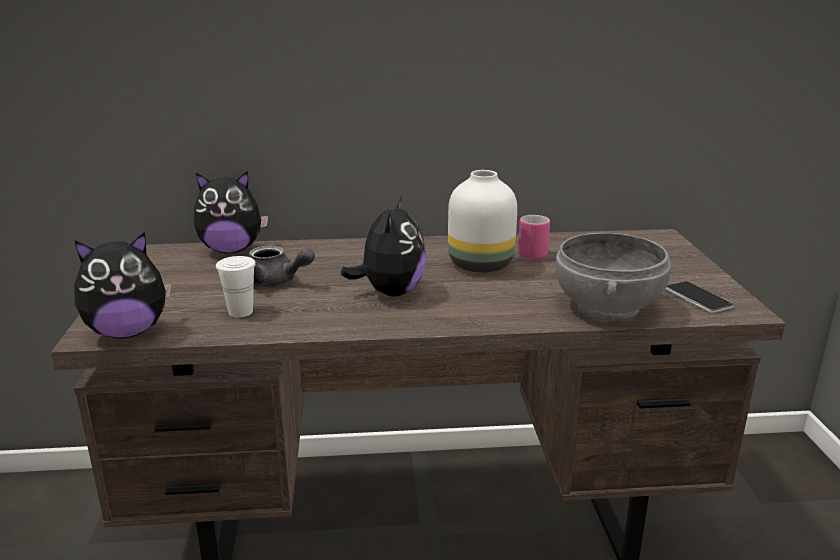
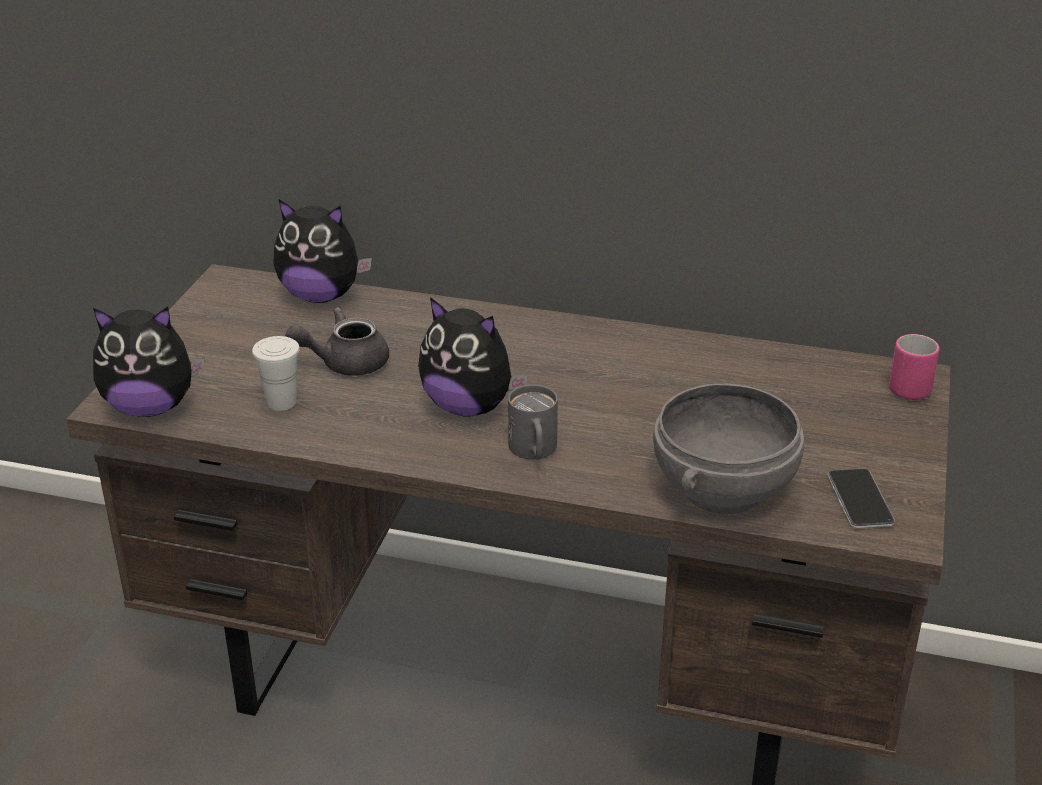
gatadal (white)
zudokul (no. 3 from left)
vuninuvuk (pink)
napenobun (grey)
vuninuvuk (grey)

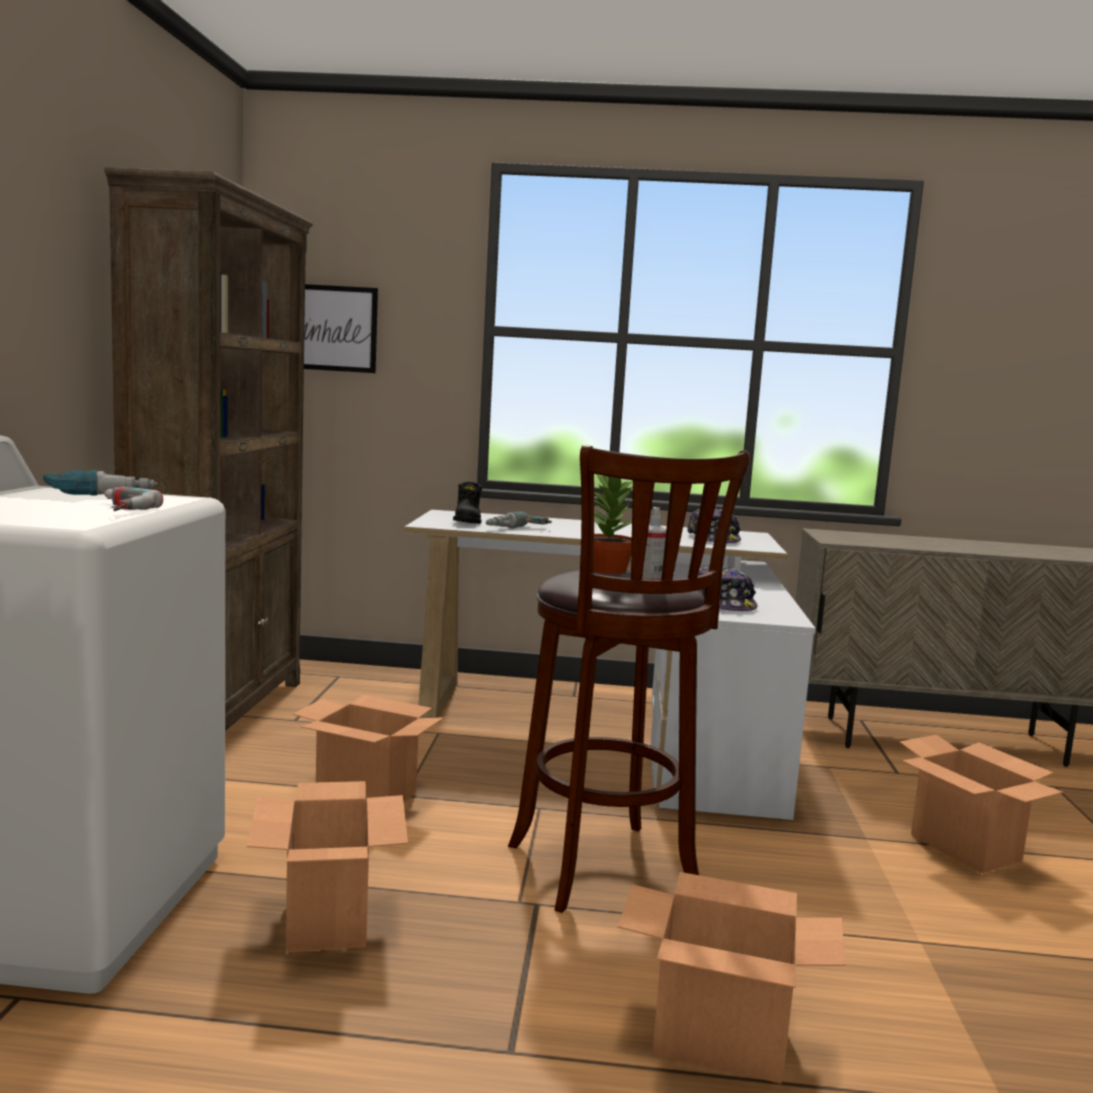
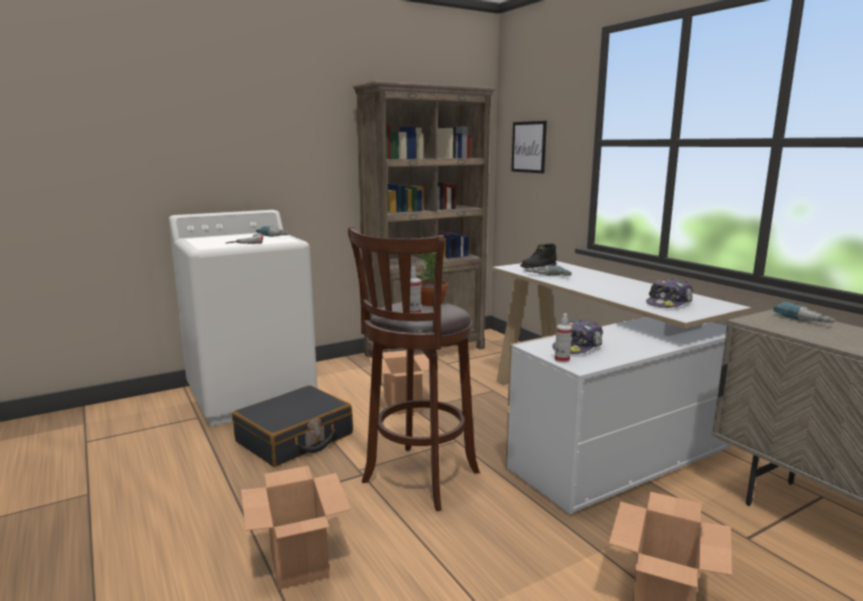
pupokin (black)
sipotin (no. 4 from left)
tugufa (no. 2 from left)

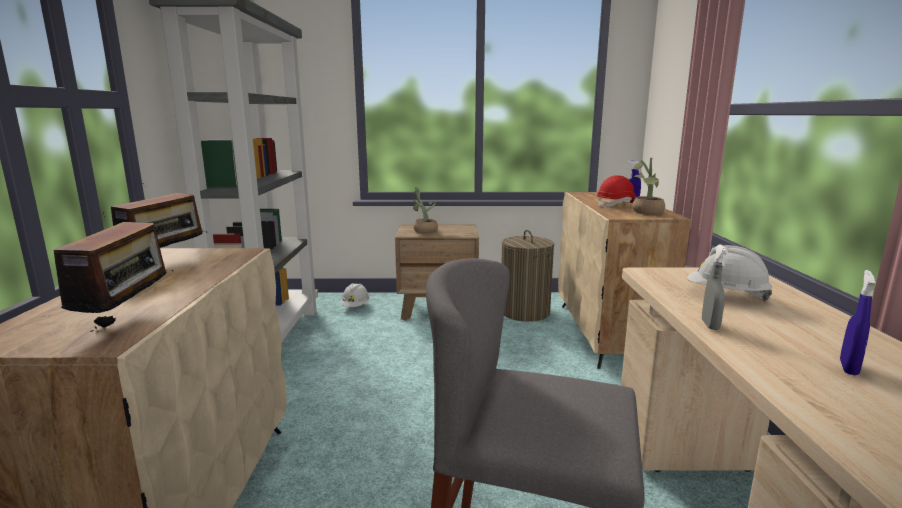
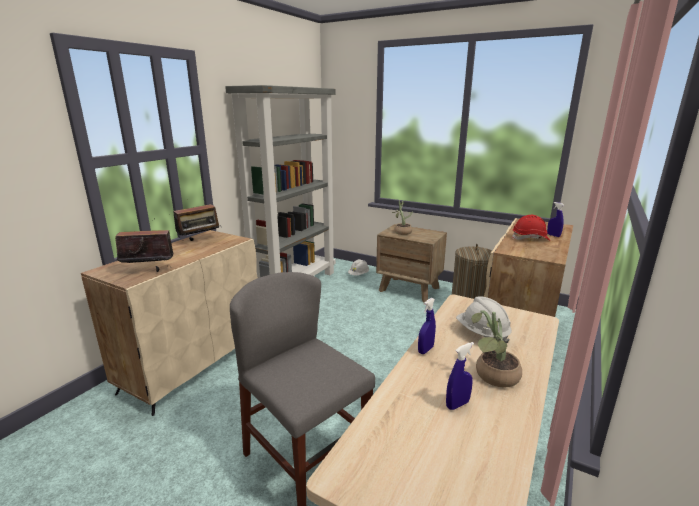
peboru (no. 2 from left)
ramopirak (no. 1 from left)
tugufa (blue) (no. 1 from left)

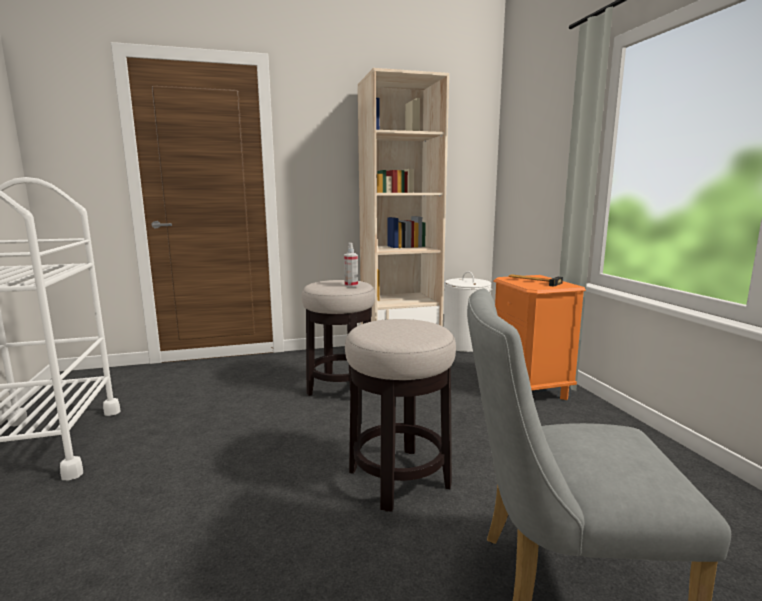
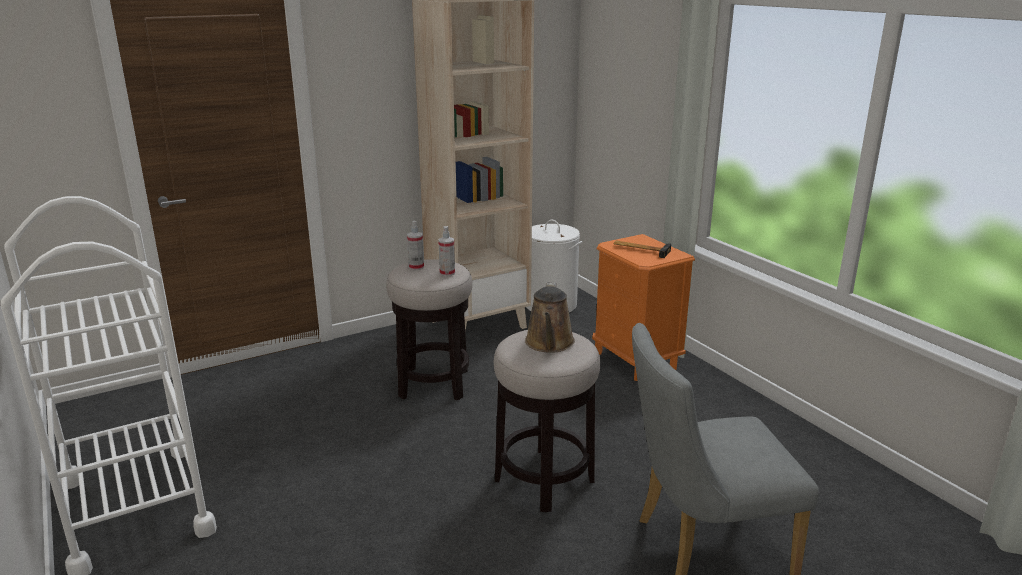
tugufa (no. 1 from left)
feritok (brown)

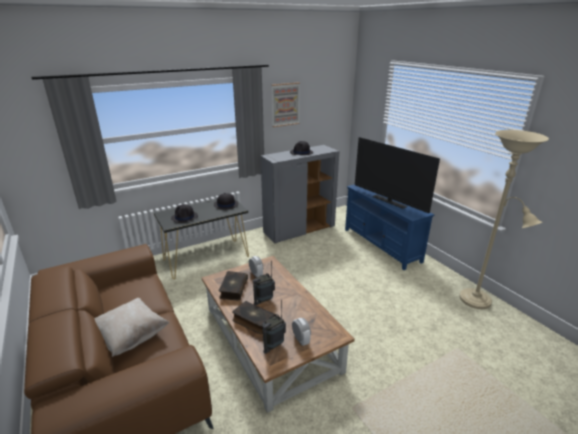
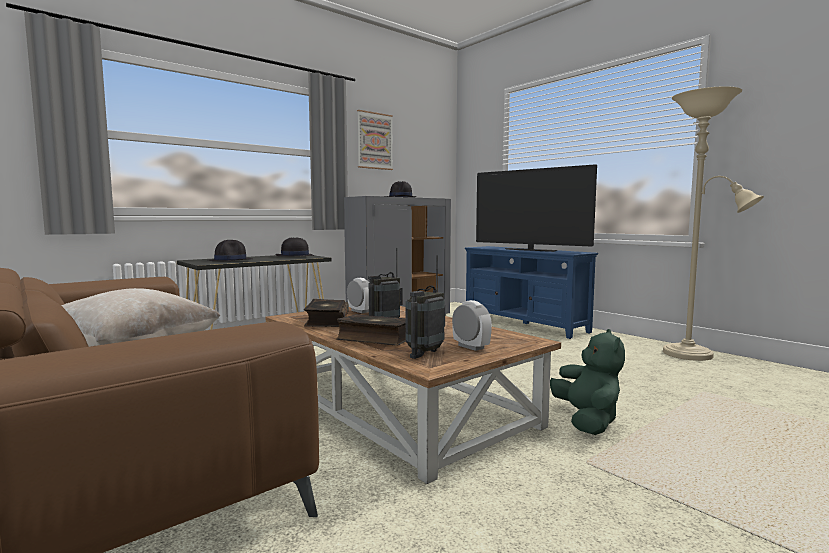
zudokul (green)

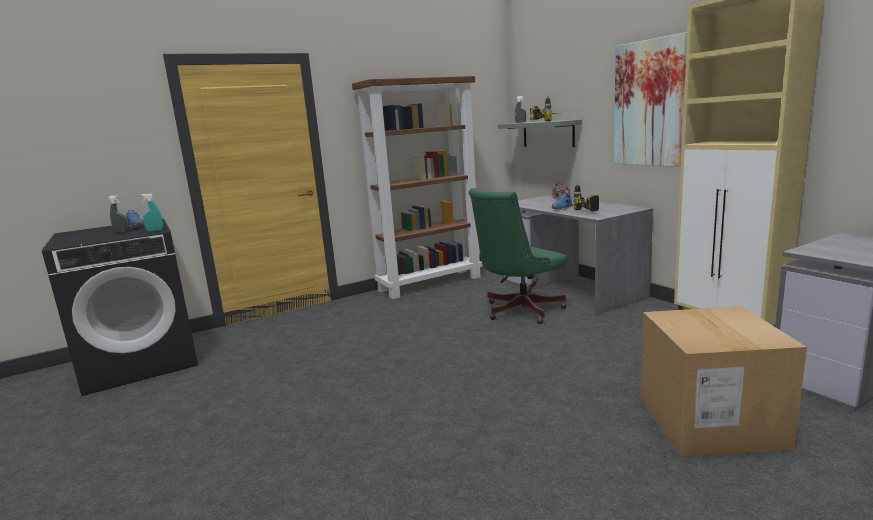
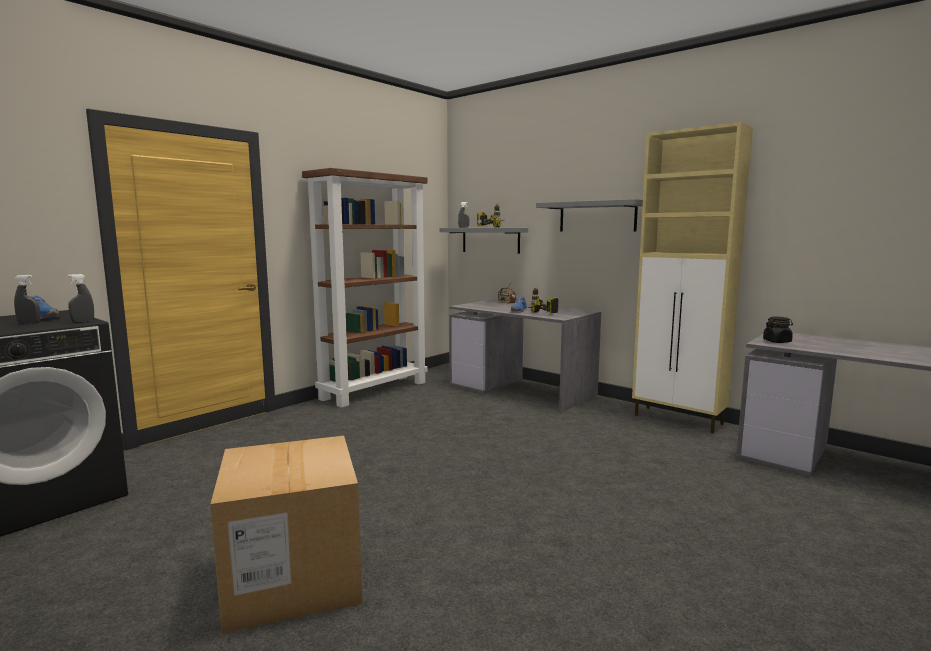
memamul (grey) (no. 2 from left)
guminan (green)
tugufa (grey) (no. 2 from left)
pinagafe
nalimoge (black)

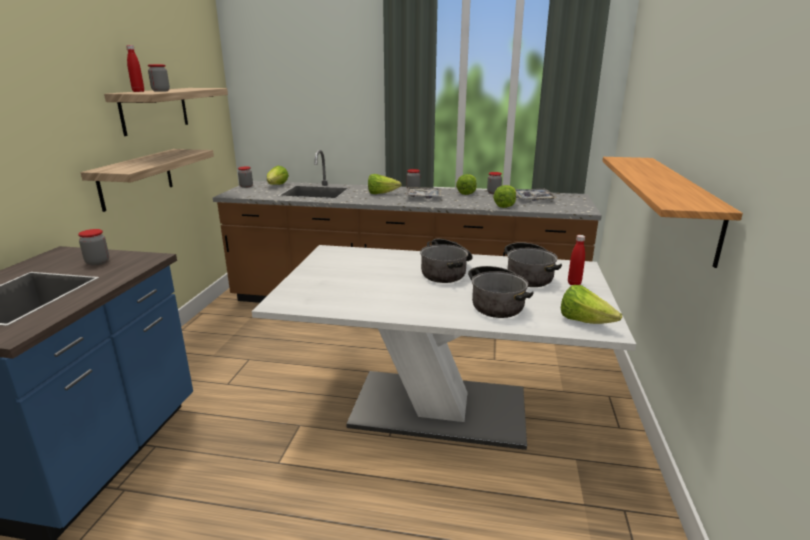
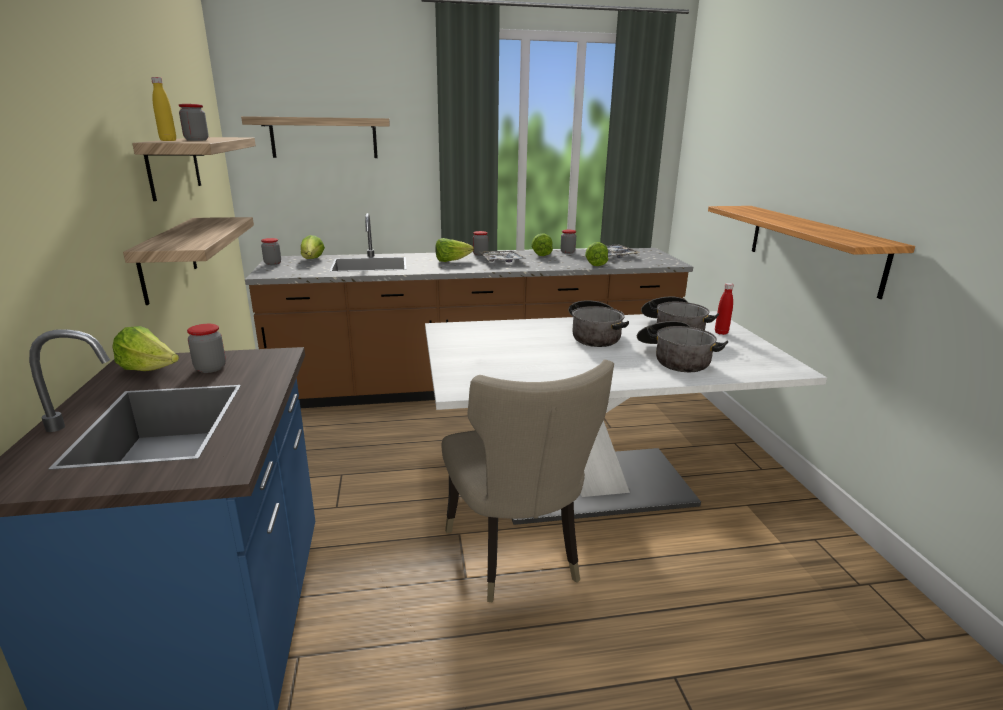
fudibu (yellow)
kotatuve (no. 1 from left)
memamul (no. 3 from left)
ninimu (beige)

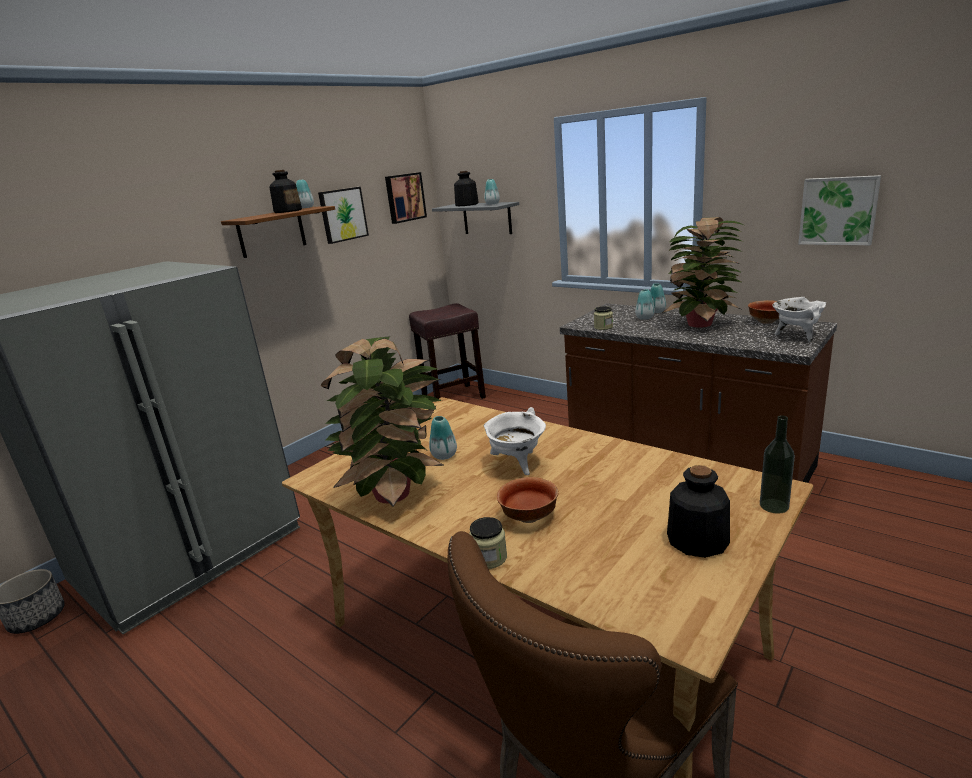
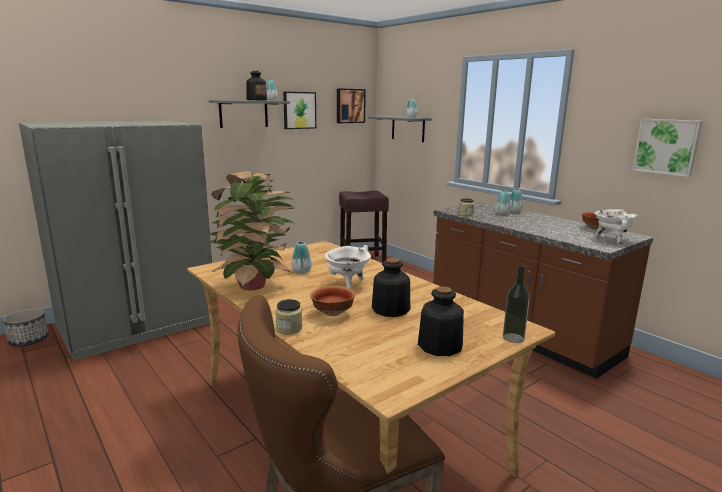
fudibu (no. 2 from left)
memamul (grey) (no. 1 from left)
peboru (no. 2 from left in the first image)

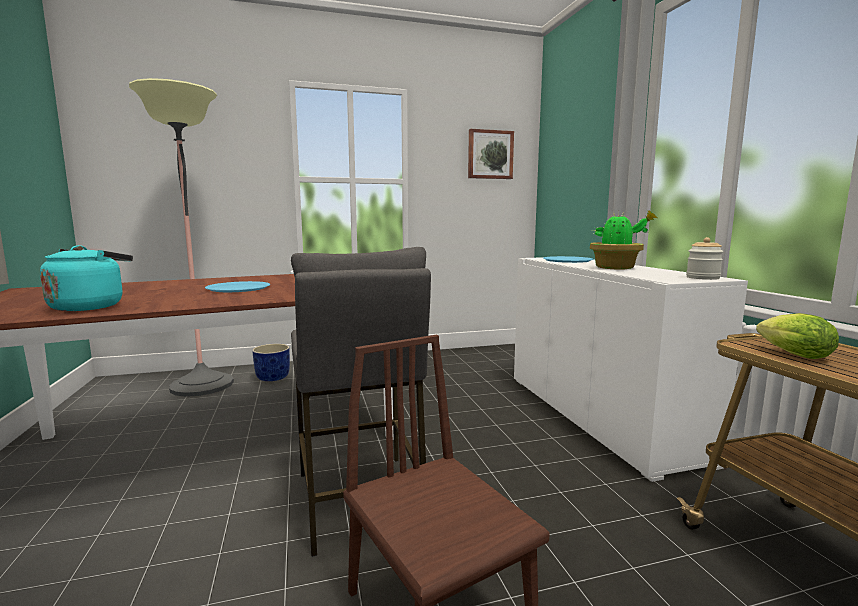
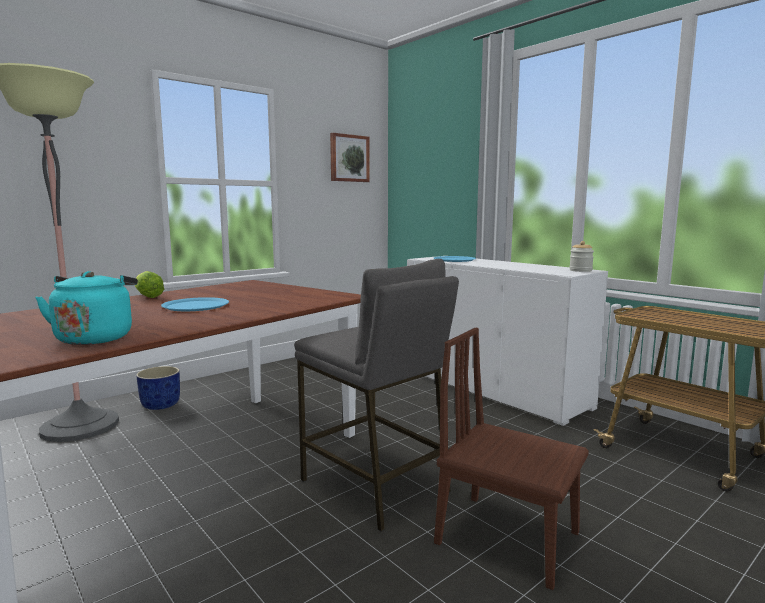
peboru
kotatuve

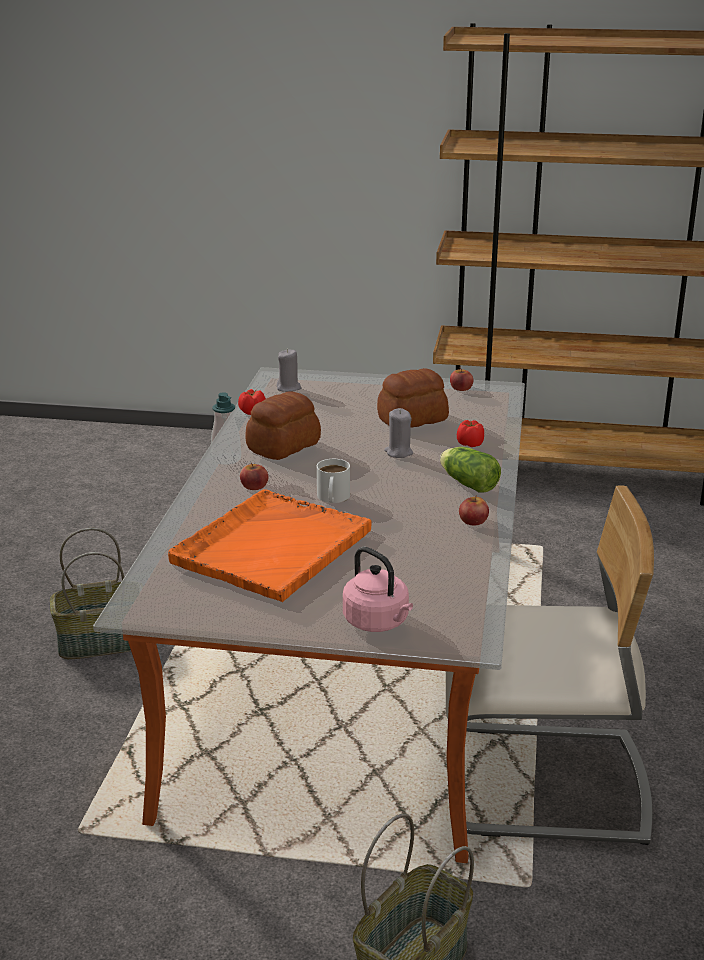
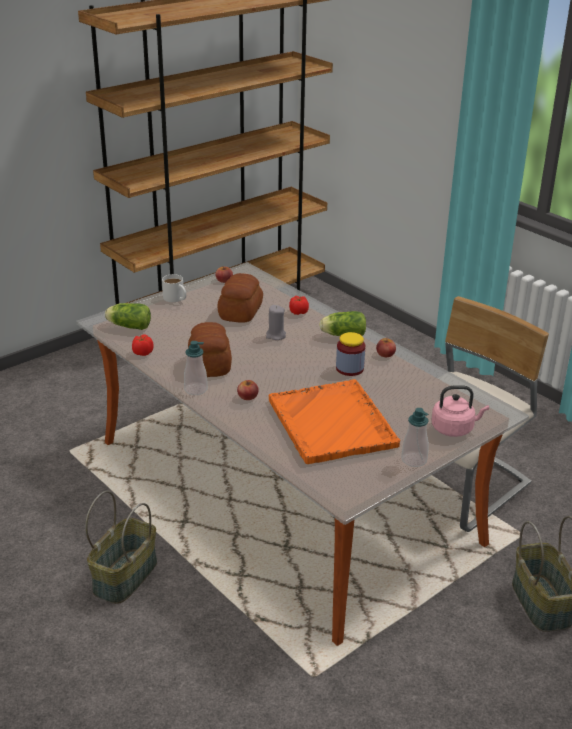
kotatuve (no. 1 from left)
vuninuvuk (white)
nalimoge
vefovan (no. 2 from left)

